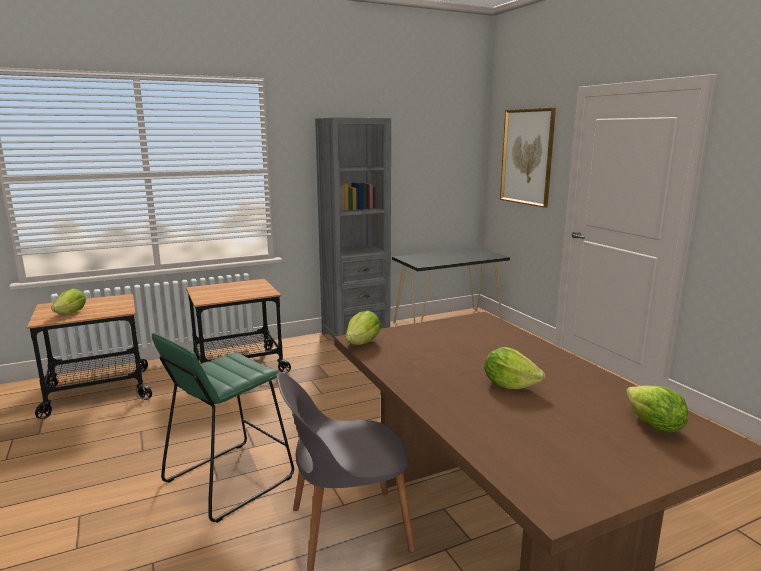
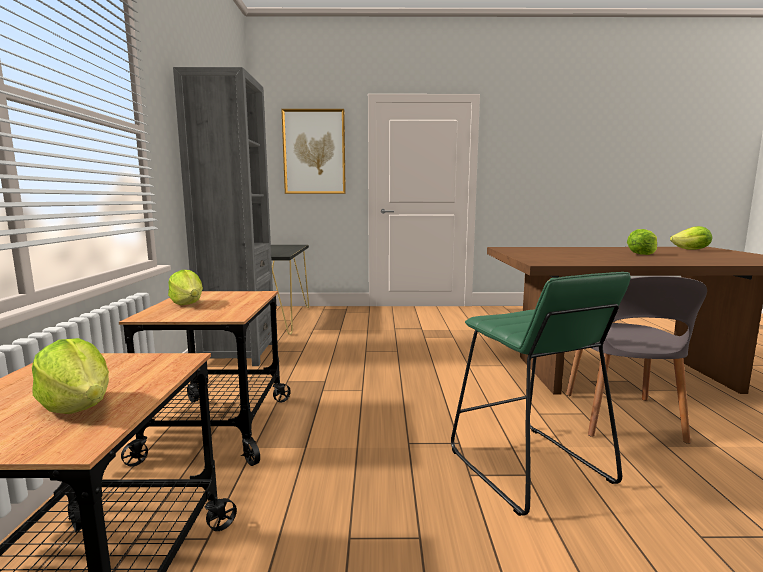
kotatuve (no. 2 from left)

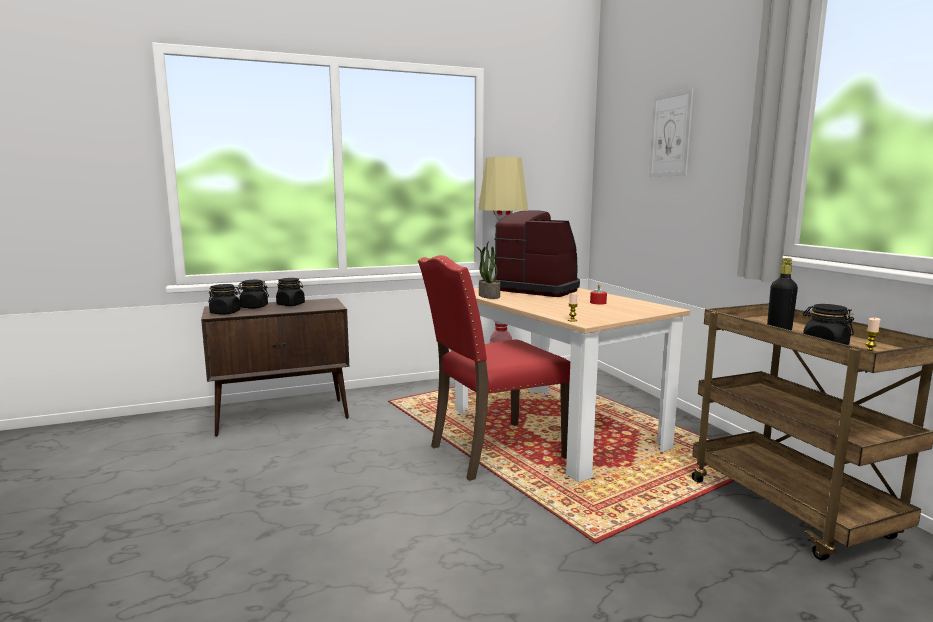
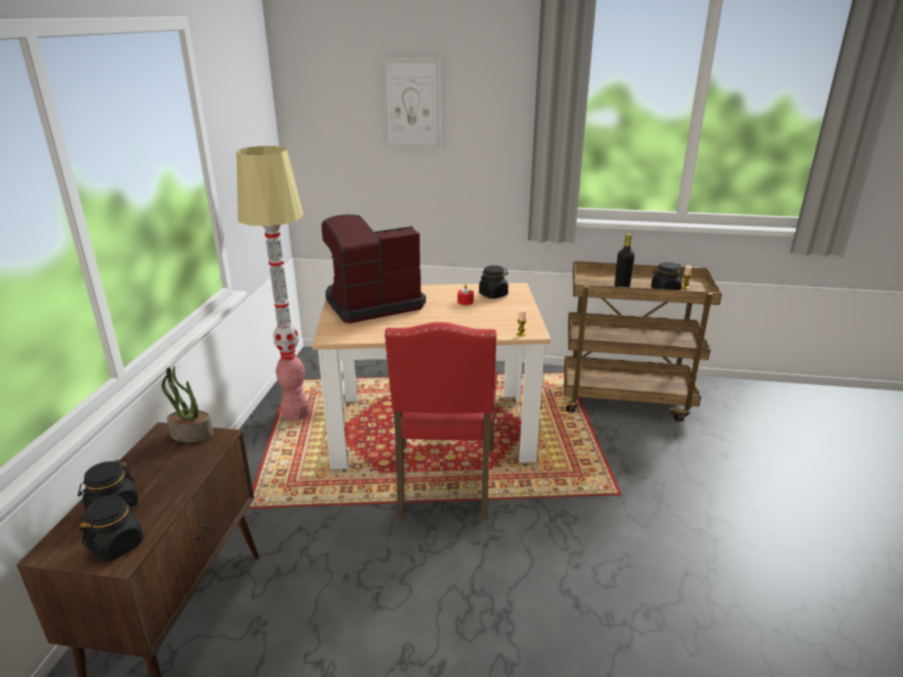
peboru
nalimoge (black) (no. 3 from left)

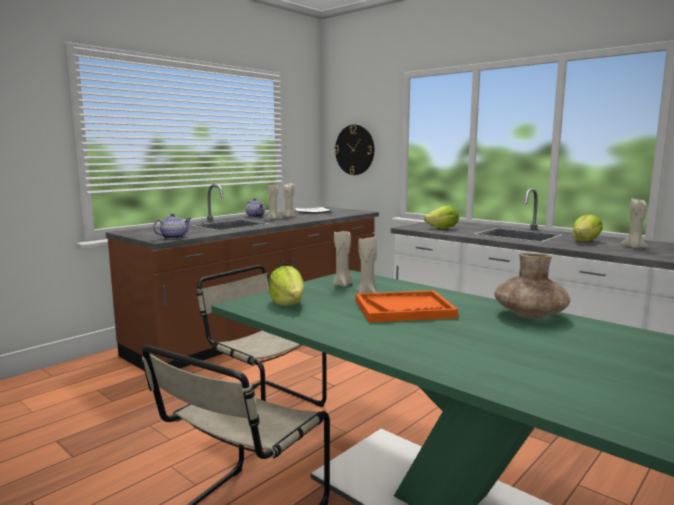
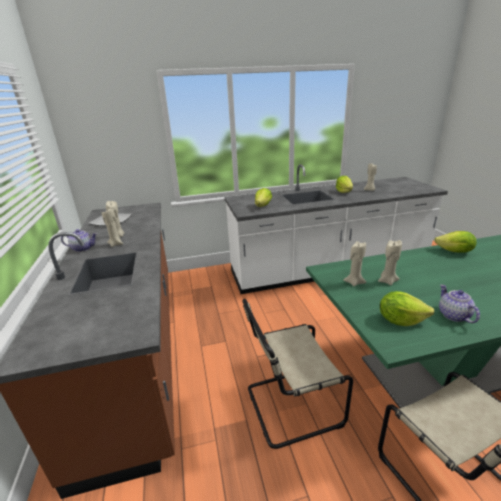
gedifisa
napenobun (no. 2 from left)
kotatuve (no. 4 from left)
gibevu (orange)

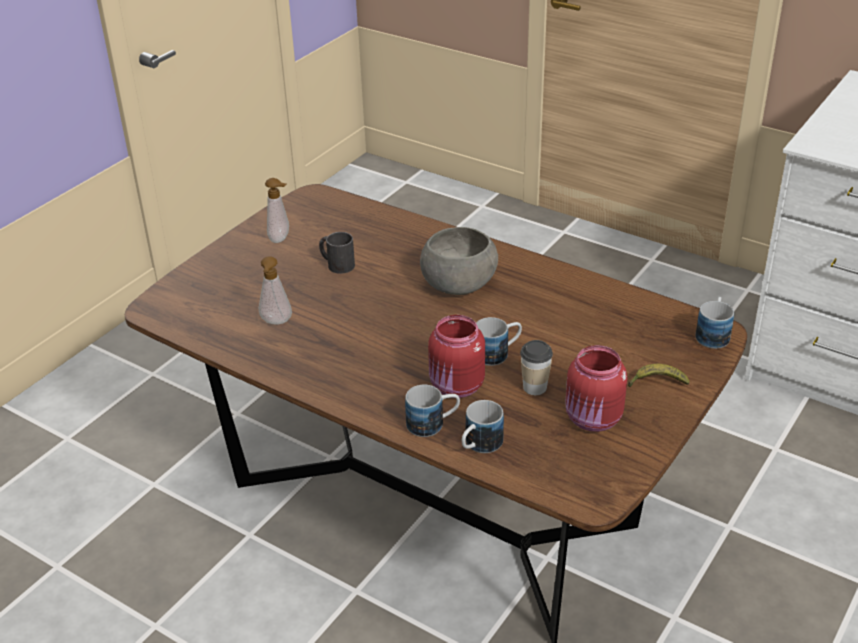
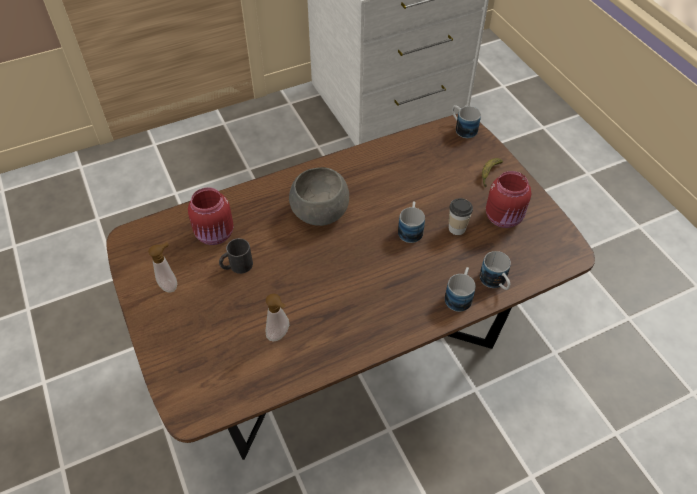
nalimoge (red) (no. 1 from left)

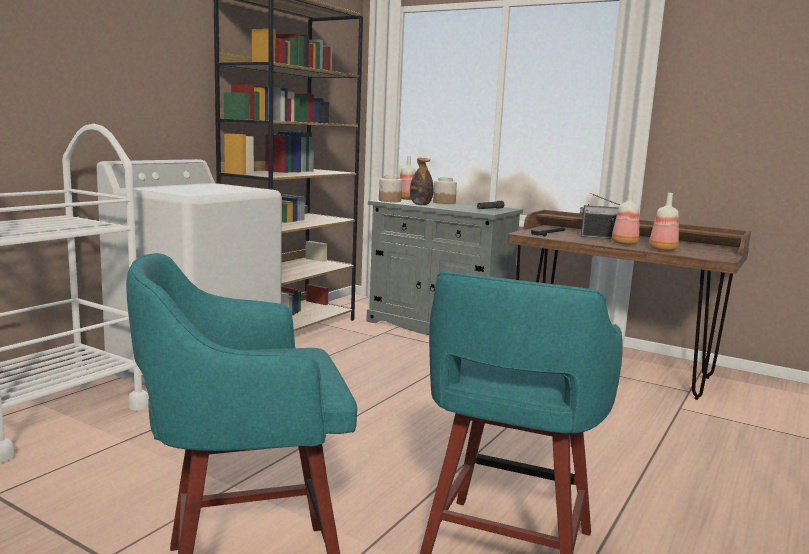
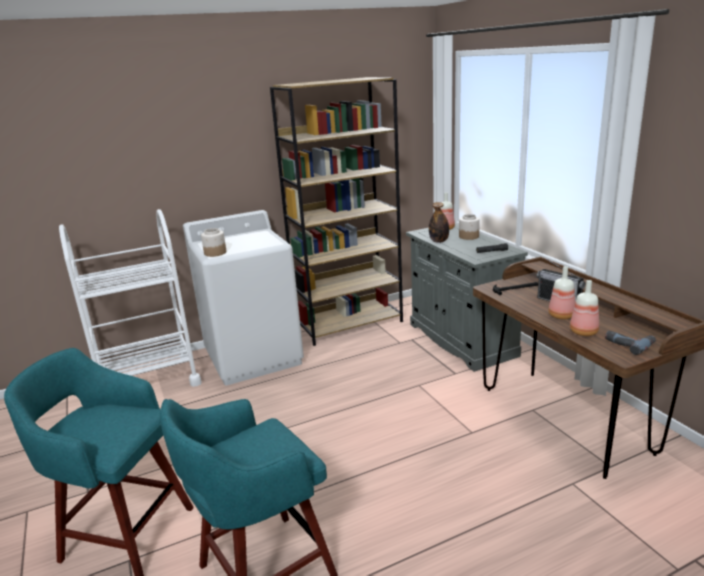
nalimoge (no. 1 from left)
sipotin

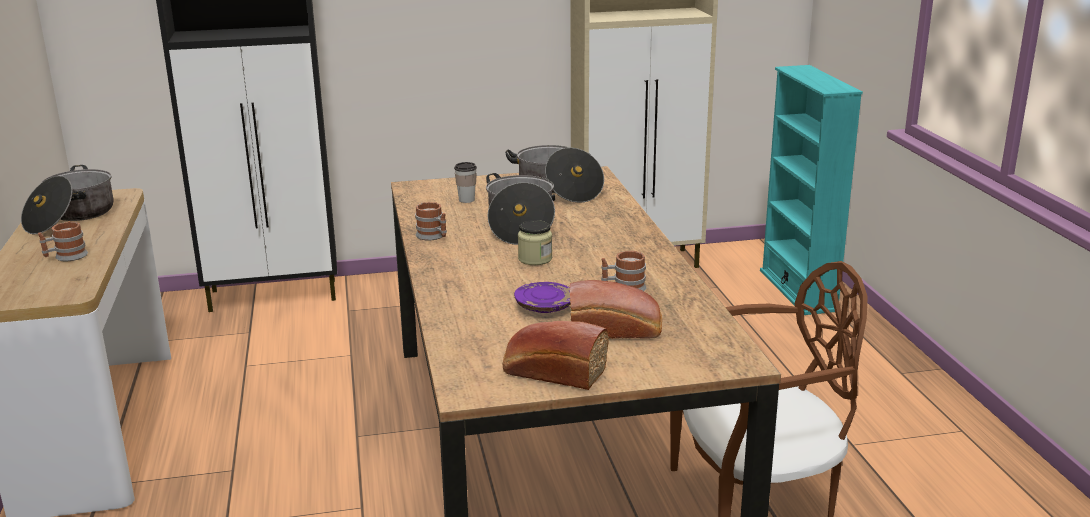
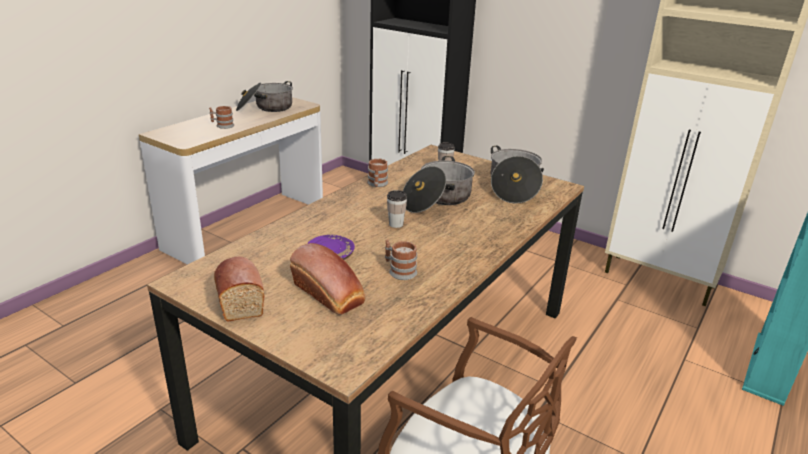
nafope (no. 1 from left)

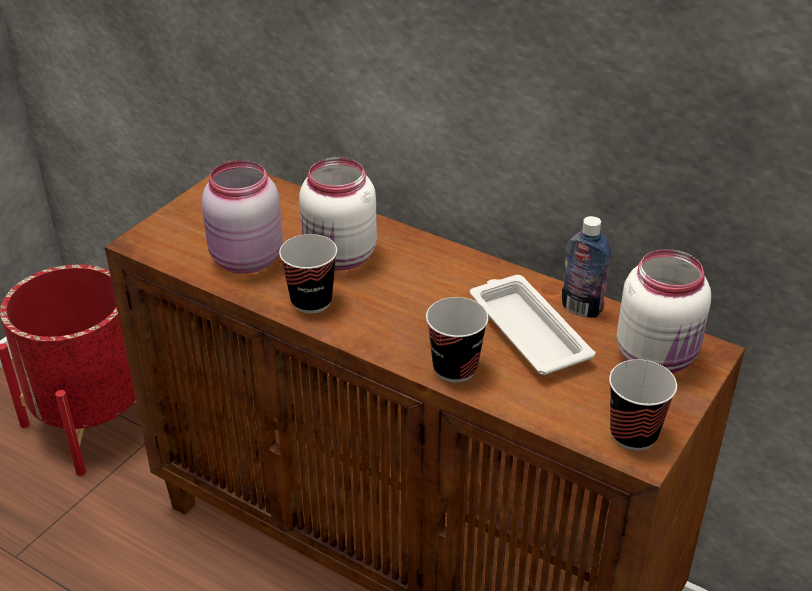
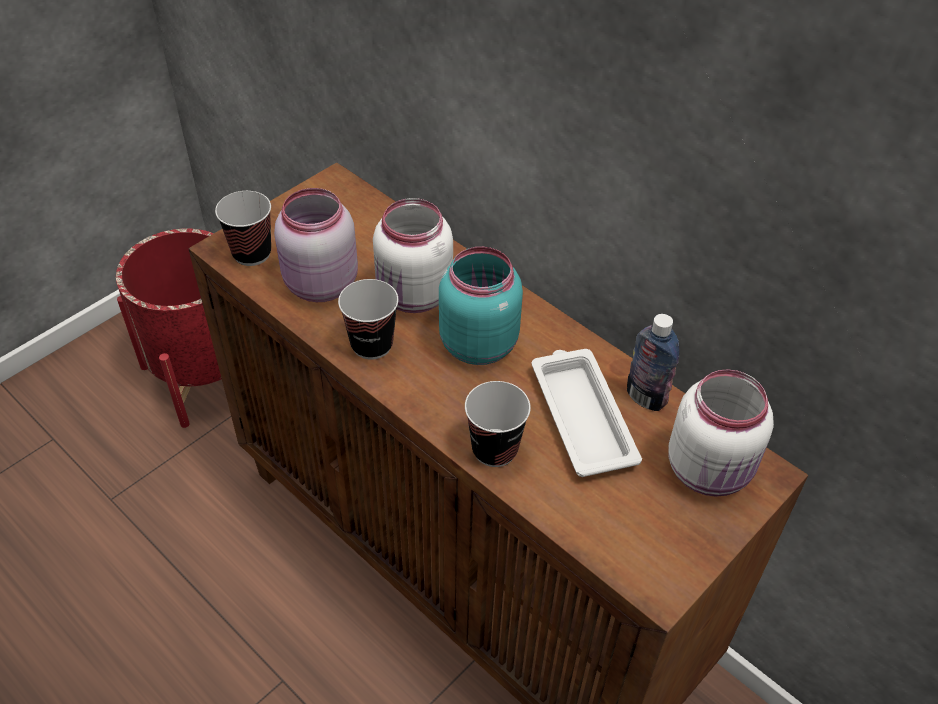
nafope (no. 1 from left)
nalimoge (turquoise)

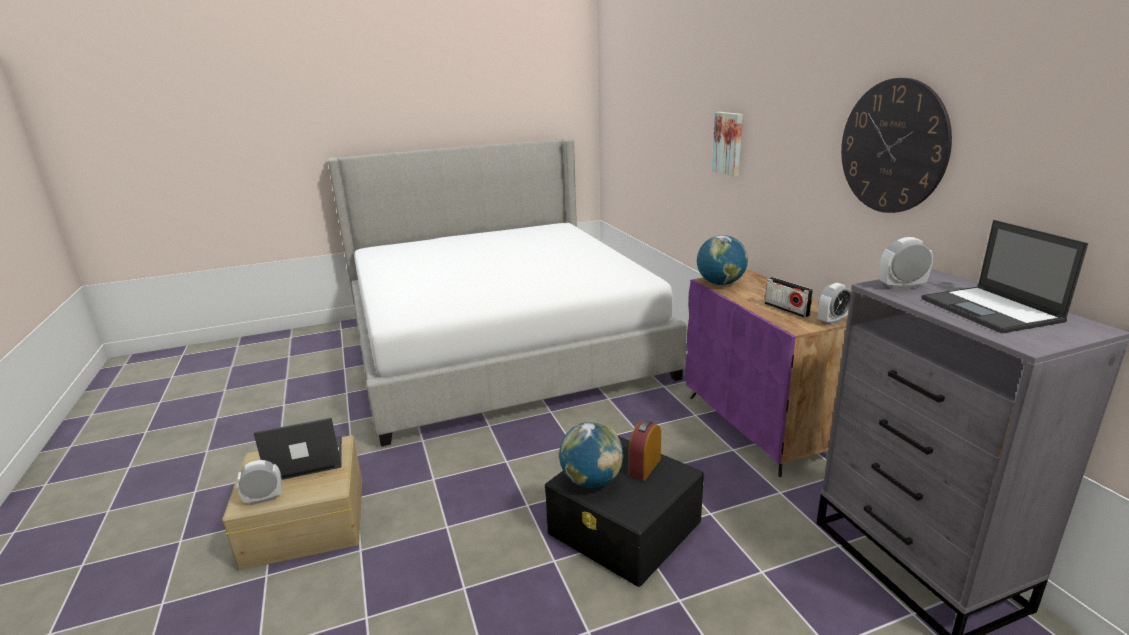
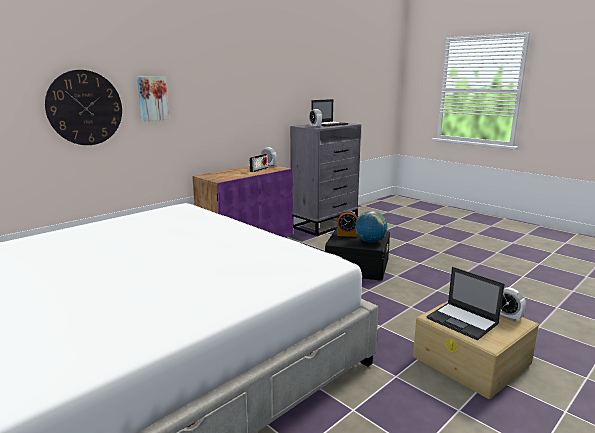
gedifisa
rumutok (no. 2 from left in the first image)

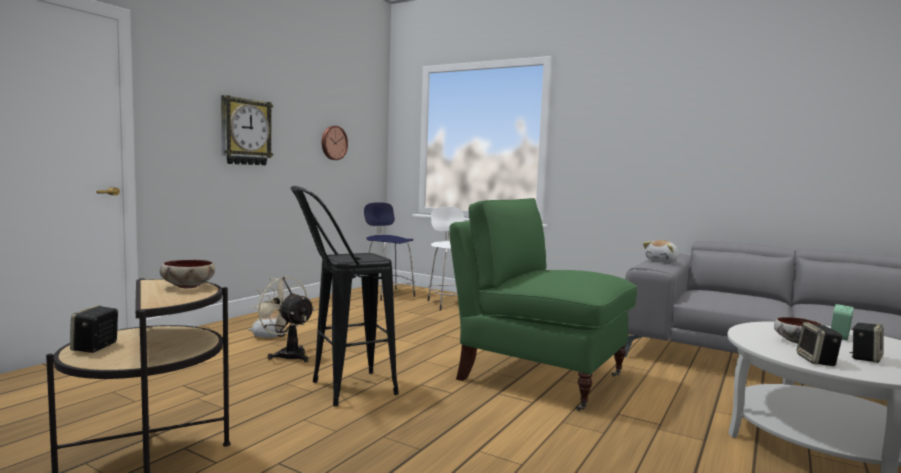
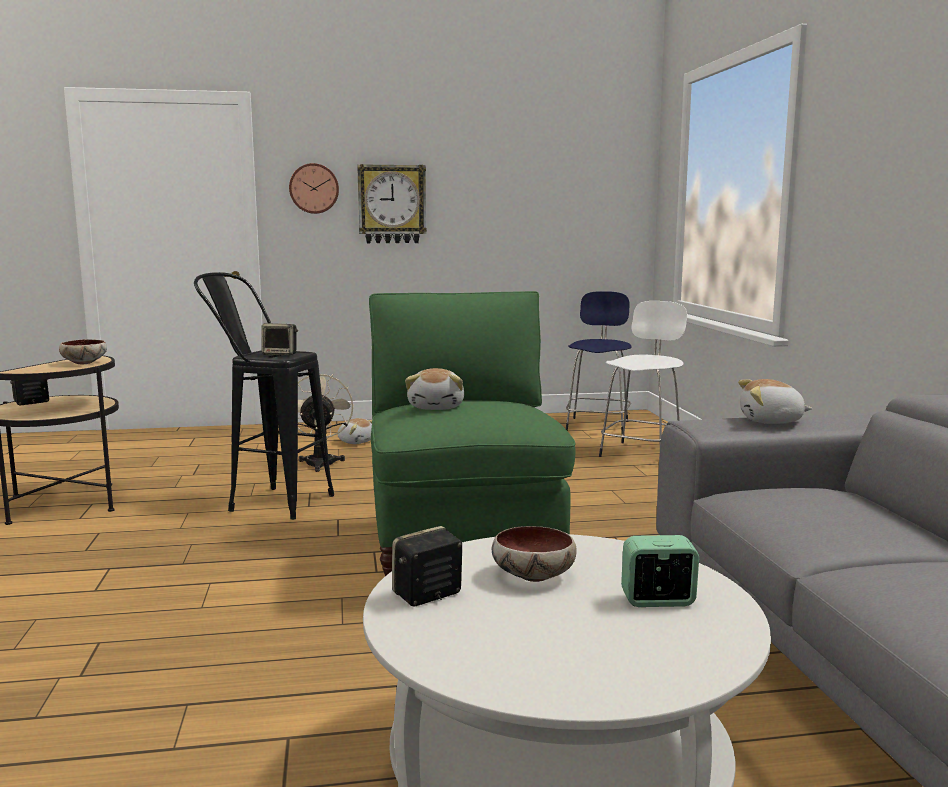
gedifisa (no. 1 from left)
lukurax (no. 2 from left)
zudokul (no. 2 from left)

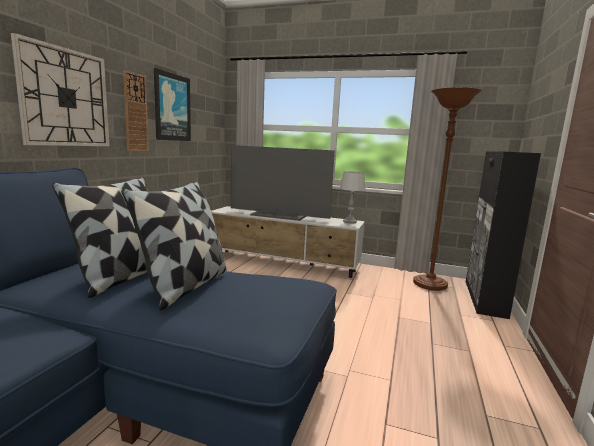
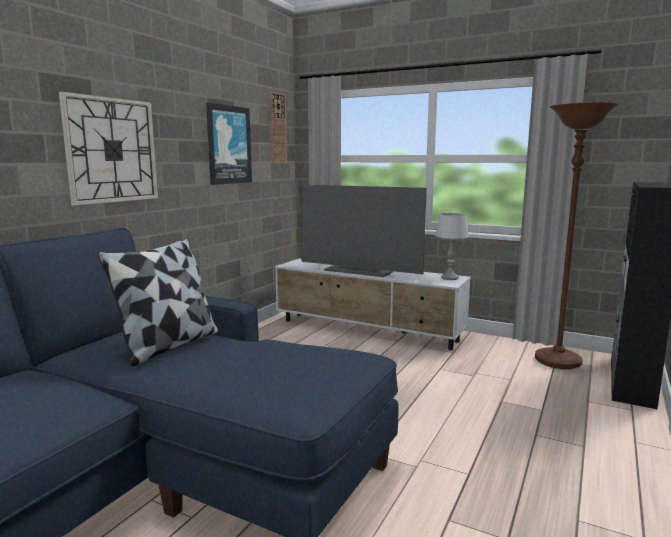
gedifisa (no. 2 from left)
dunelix (no. 2 from left in the first image)

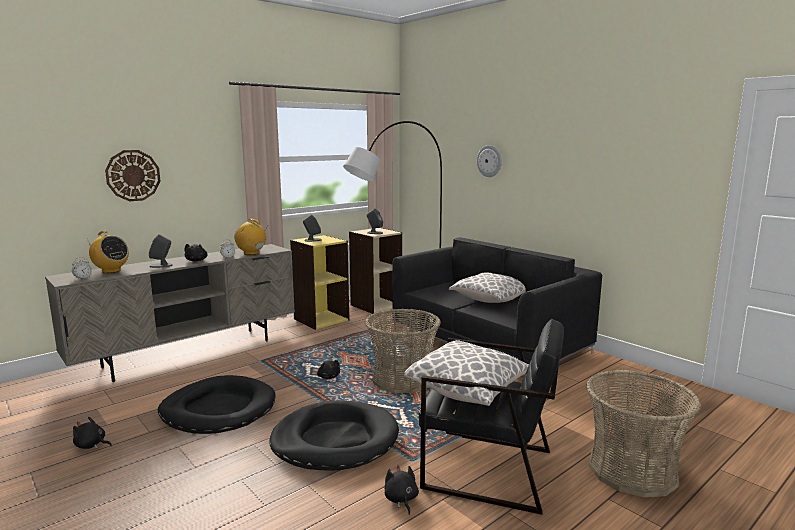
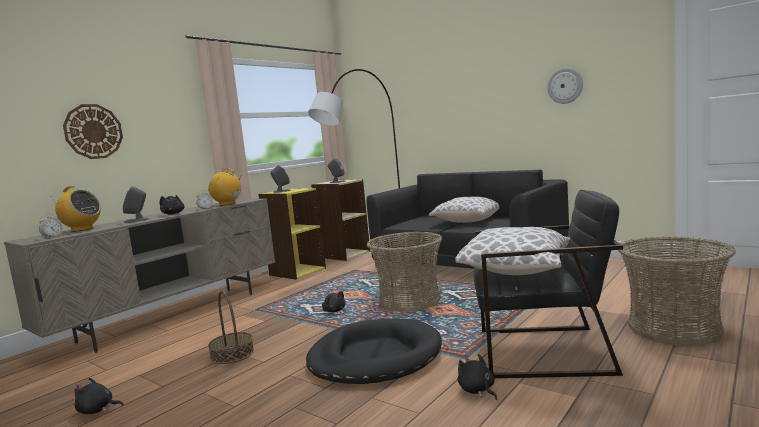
gedifisa (no. 2 from left)
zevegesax (no. 1 from left)

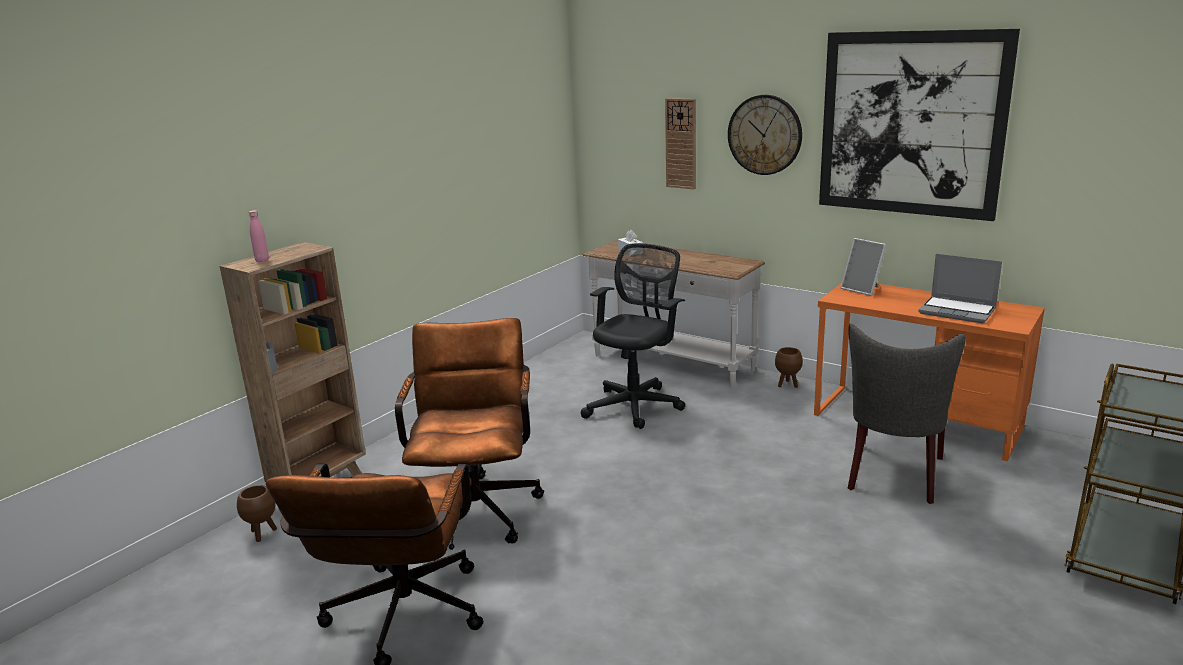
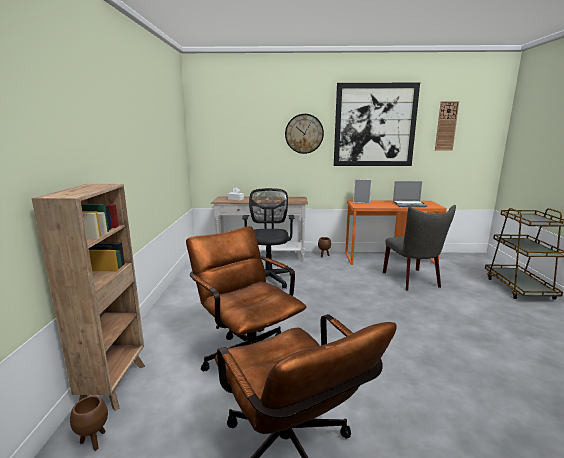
gedifisa (no. 2 from left)
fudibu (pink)

